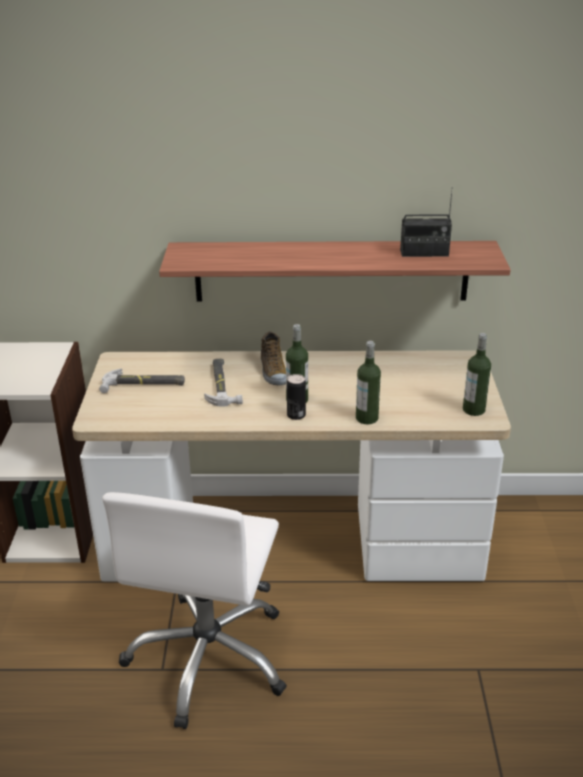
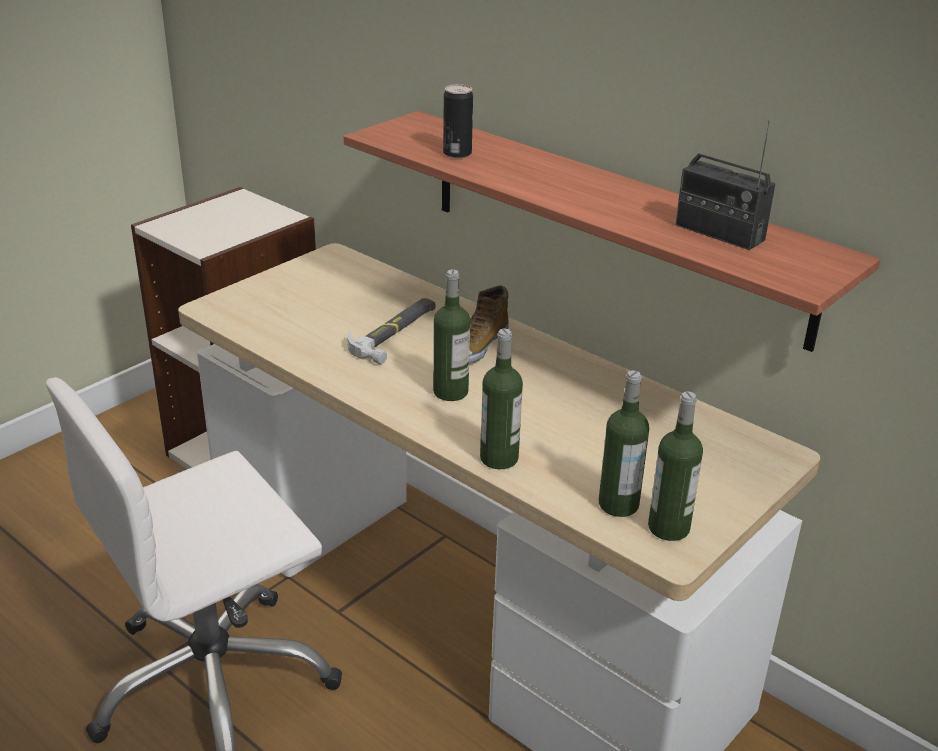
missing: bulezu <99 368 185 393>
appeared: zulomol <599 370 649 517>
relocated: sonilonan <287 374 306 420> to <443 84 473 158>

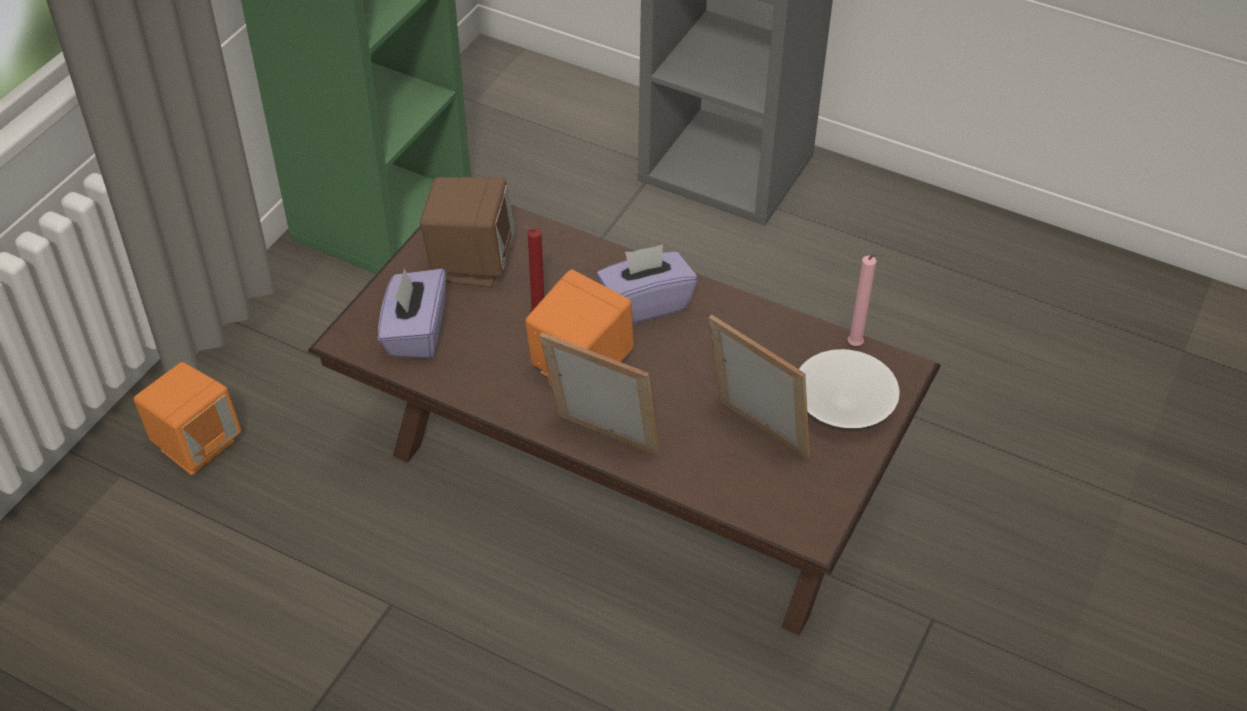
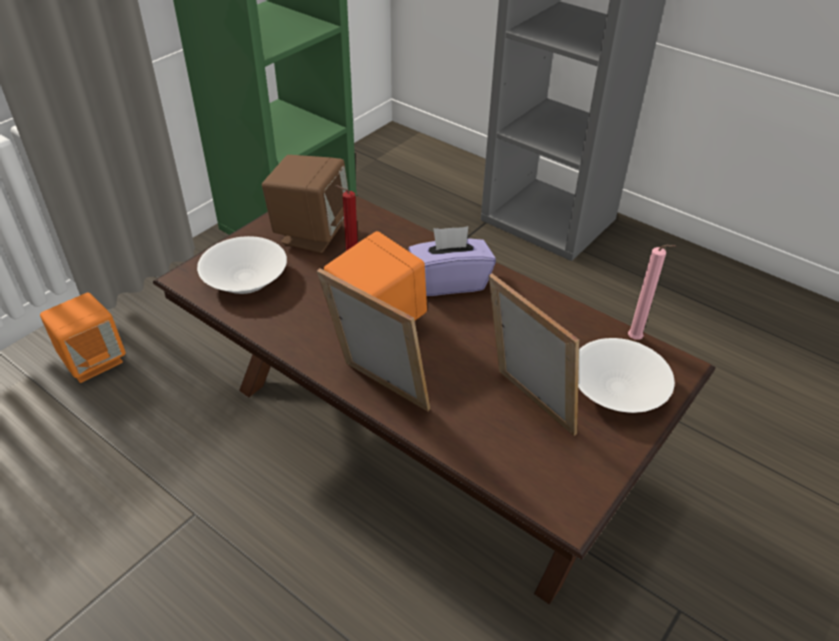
exchanged: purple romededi <378 269 446 359> to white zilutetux <197 236 287 294>

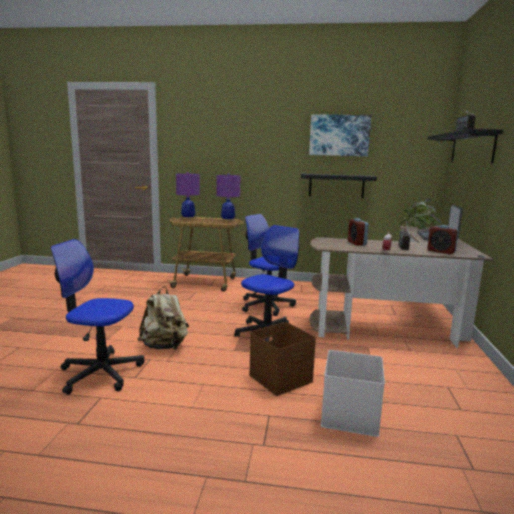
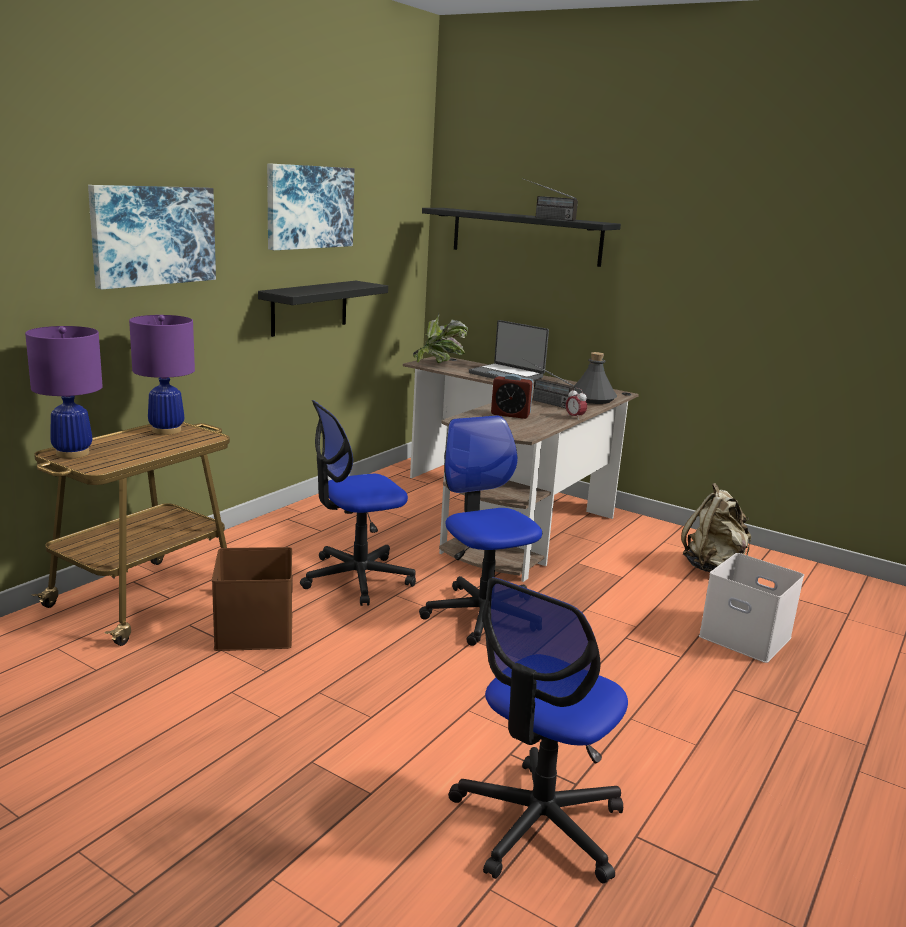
appeared: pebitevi <88 185 216 289>
relocated: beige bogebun <137 286 189 350> to <681 483 751 572>; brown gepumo <249 322 316 396> to <212 547 293 651>
exchanged: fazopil <427 225 459 254> to grey zulomol <574 352 617 404>

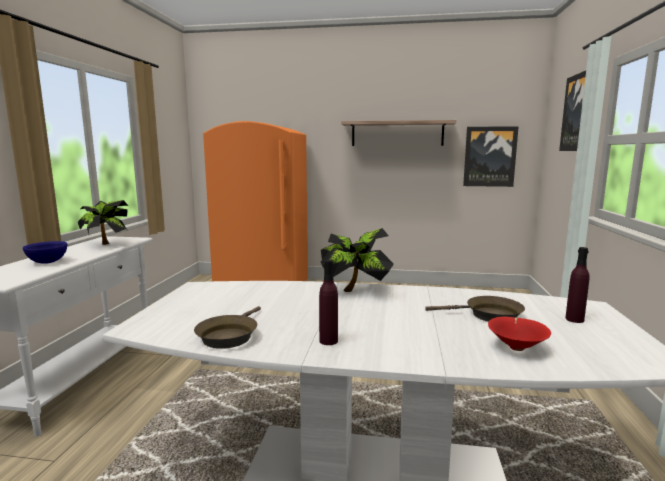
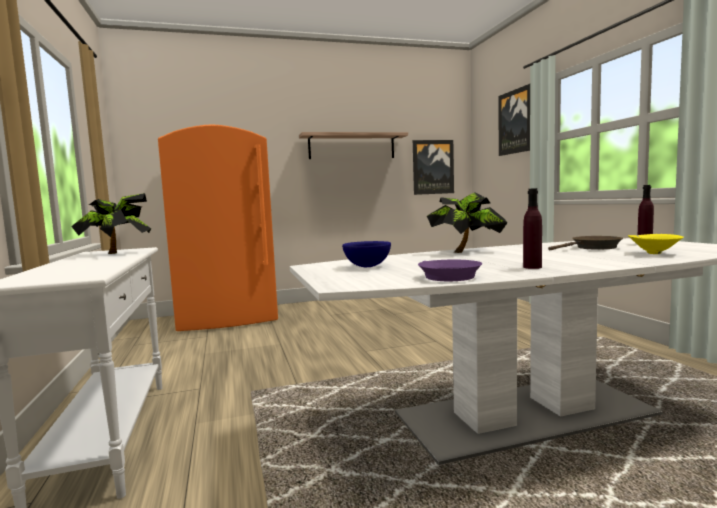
relocated: blue zilutetux <23 241 67 264> to <342 241 391 267>
colour: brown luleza <194 306 261 349> to purple luleza <418 260 482 281>; red zilutetux <488 317 551 351> to yellow zilutetux <628 234 684 254>

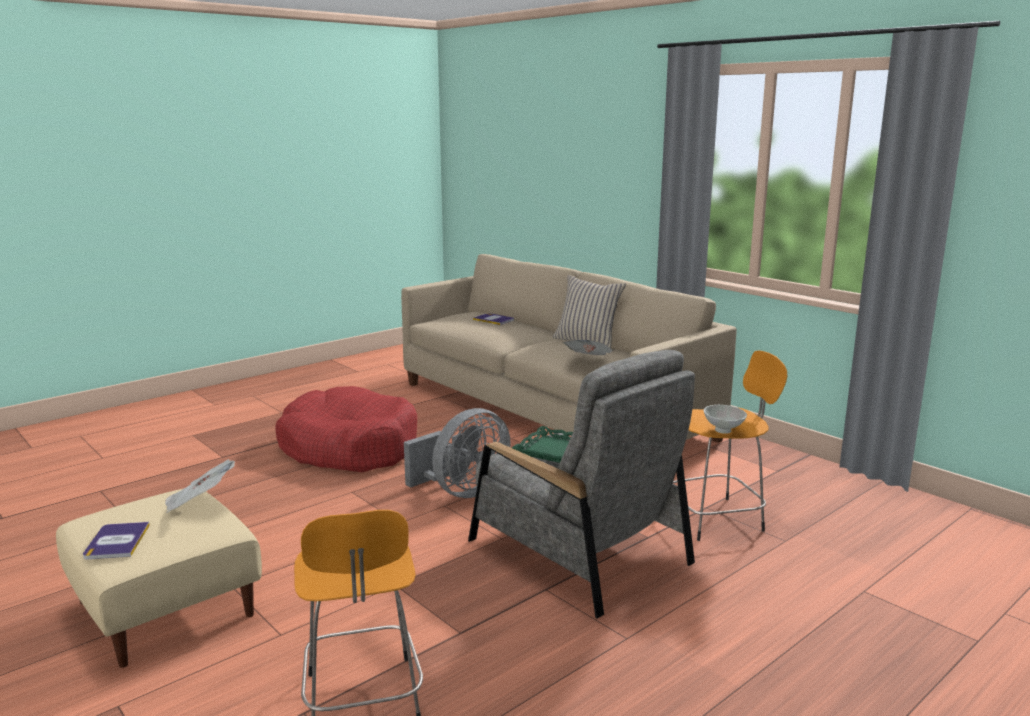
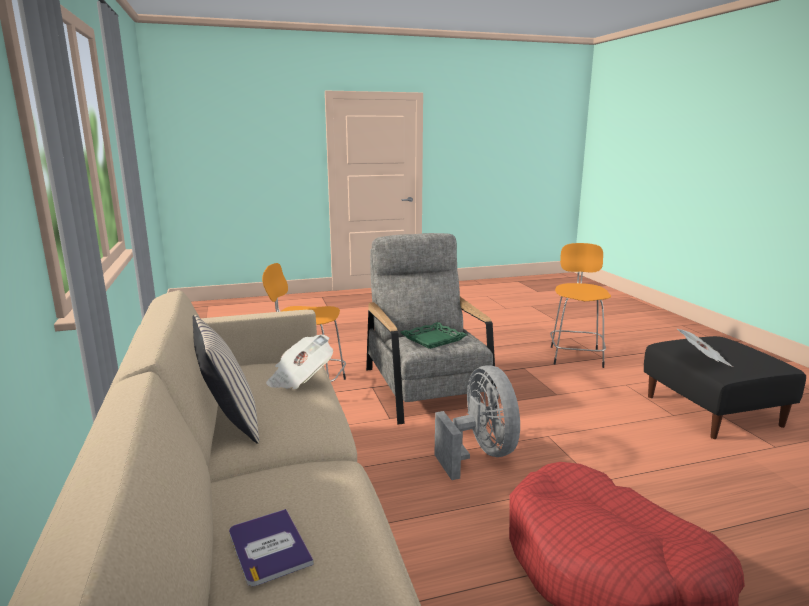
missing: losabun <83 522 150 559>; white zilutetux <704 405 747 434>
colour: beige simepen <56 488 262 668> to black simepen <644 336 806 439>
spun: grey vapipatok <404 408 511 498> = <435 365 520 480> 90 degrees clockwise

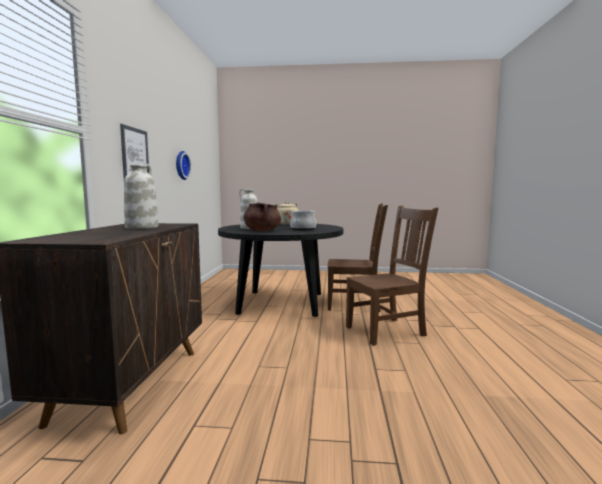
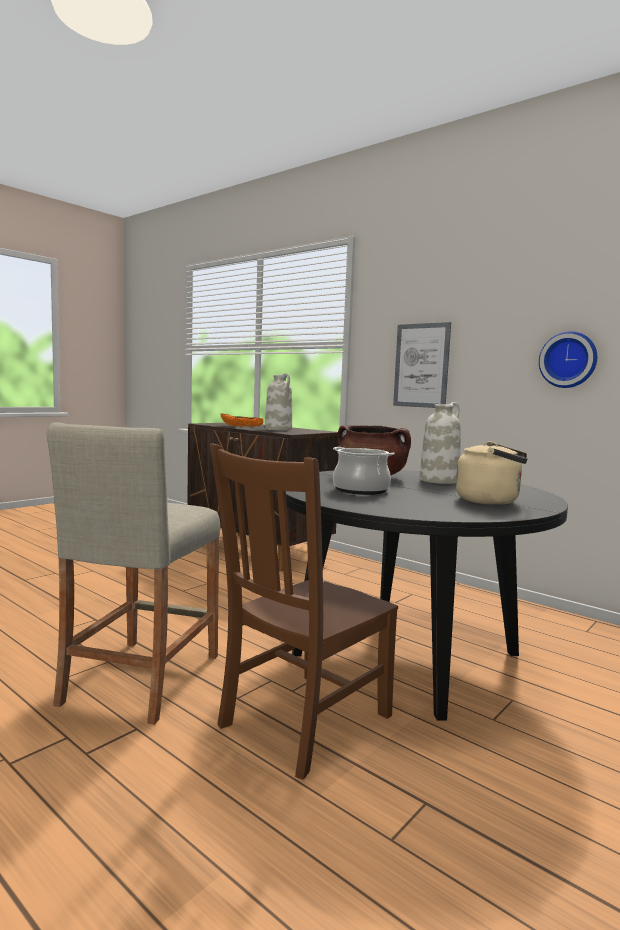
appeared: orange zilutetux <221 413 263 427>
exchanged: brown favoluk <346 206 438 346> to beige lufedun <47 422 220 725>

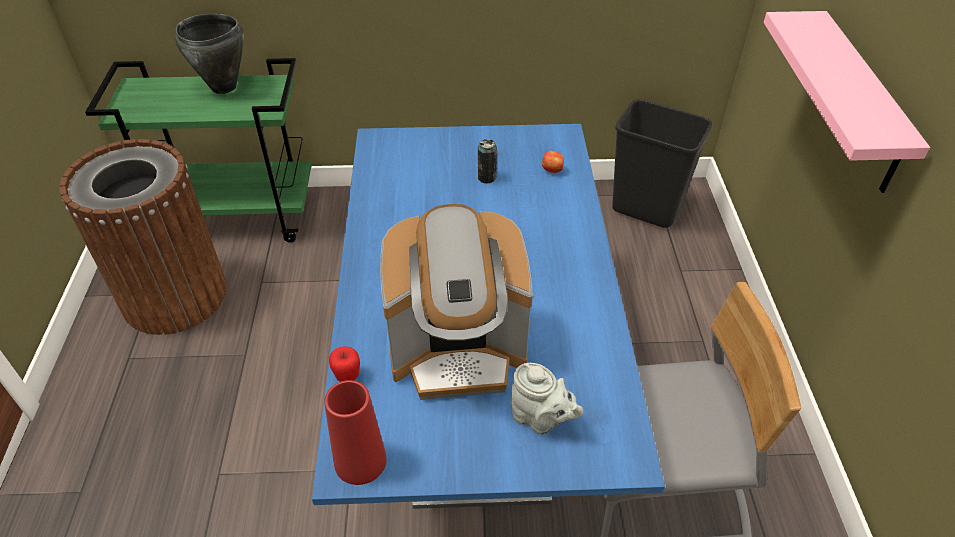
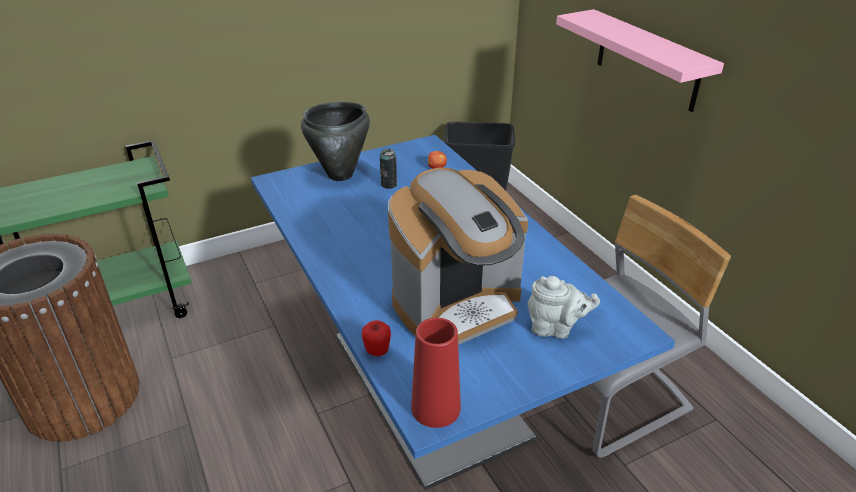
relocated: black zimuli <175 14 244 94> to <301 102 370 181>

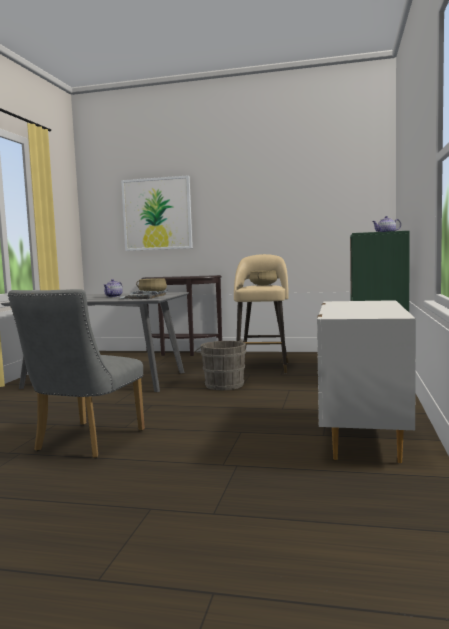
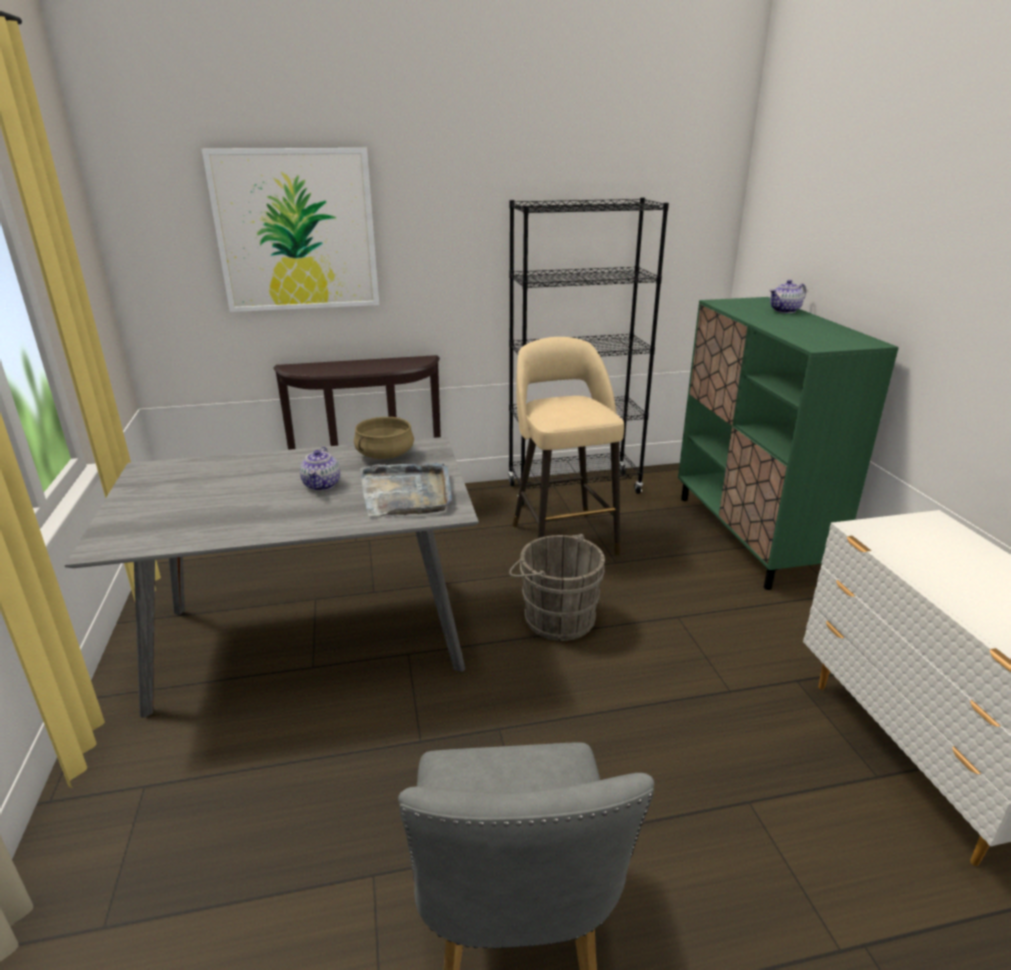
missing: beige zimuli <249 270 277 285>
appeared: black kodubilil <508 197 669 506>

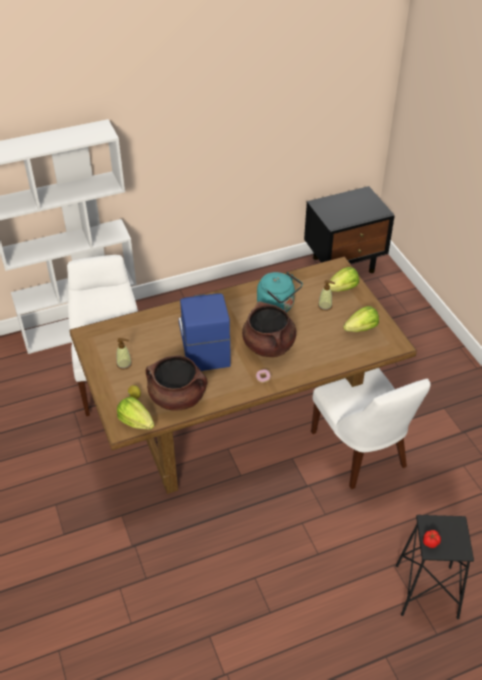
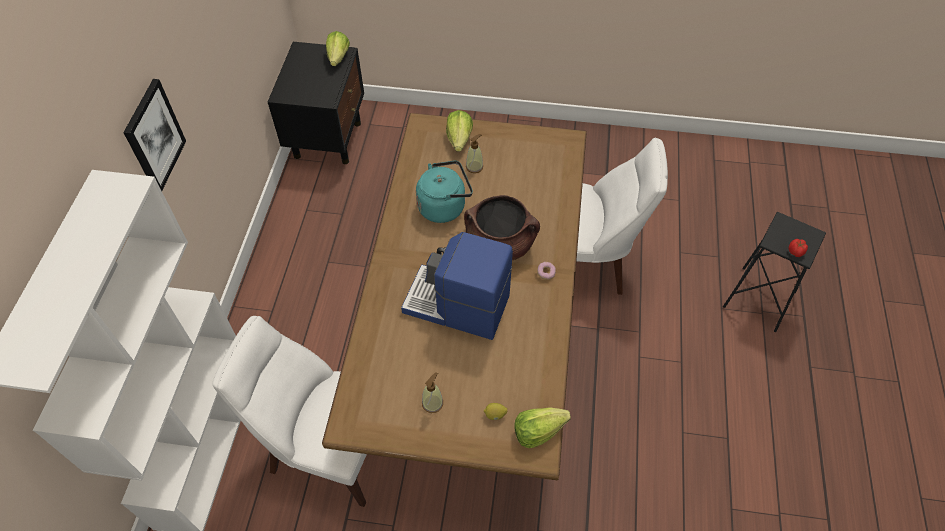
missing: brown zimuli <146 355 208 411>
appeared: pebitevi <123 79 186 191>
relocated: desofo <343 306 379 332> to <326 31 350 66>

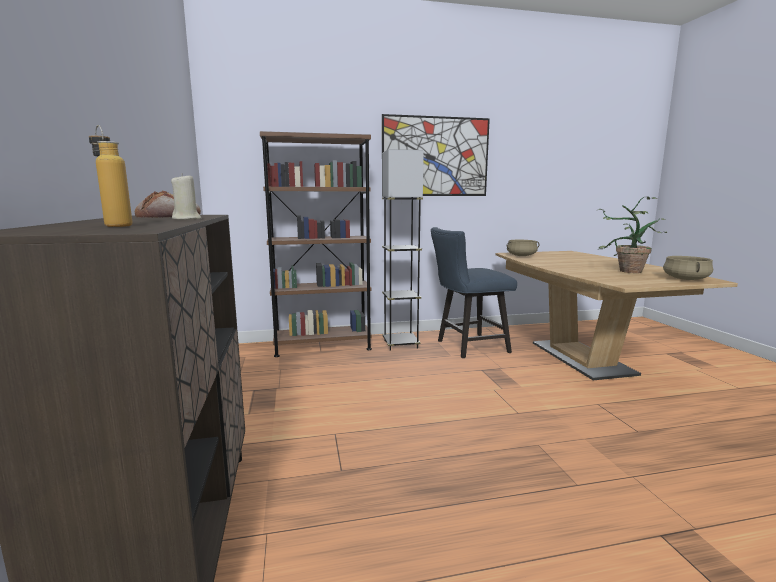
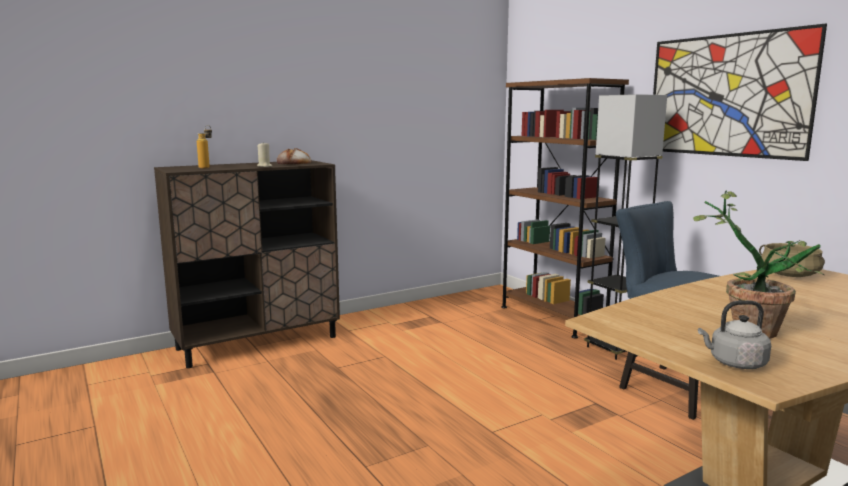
exchanged: beige zimuli <663 256 713 280> to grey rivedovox <698 300 771 369>

